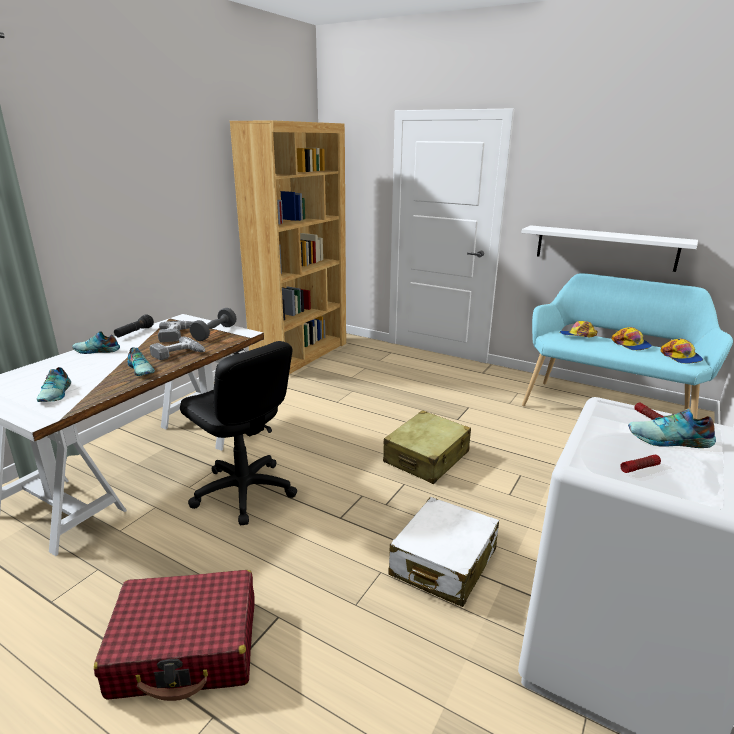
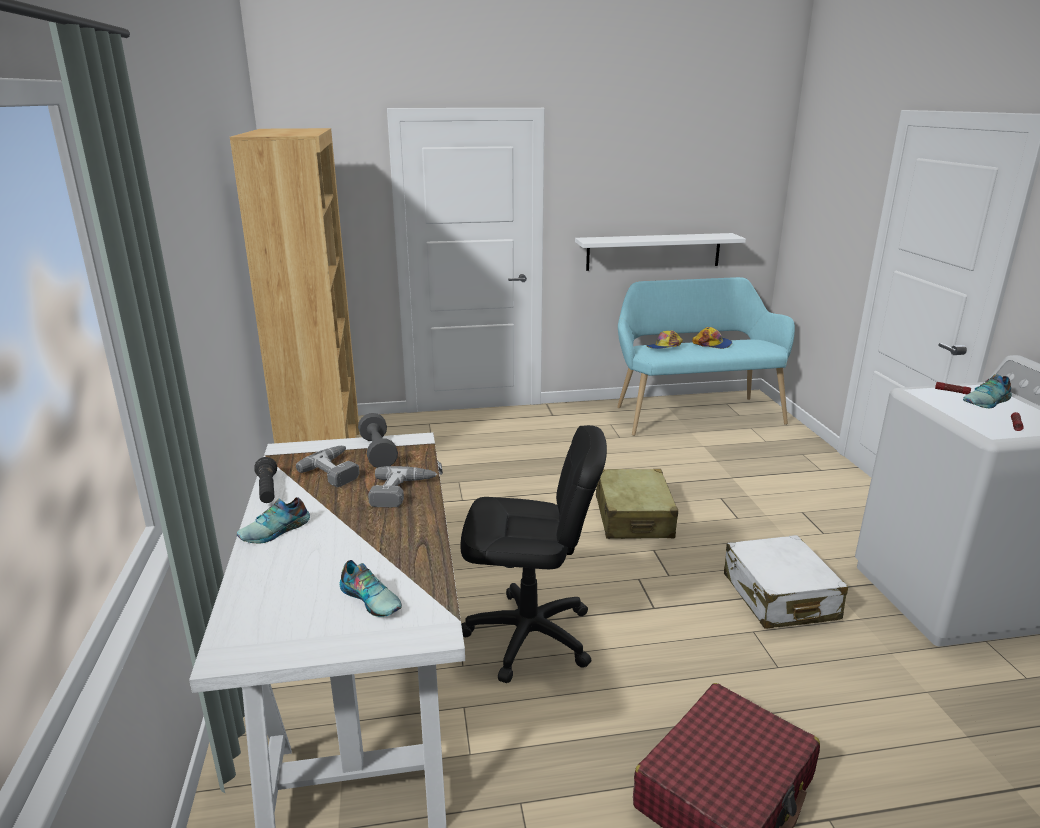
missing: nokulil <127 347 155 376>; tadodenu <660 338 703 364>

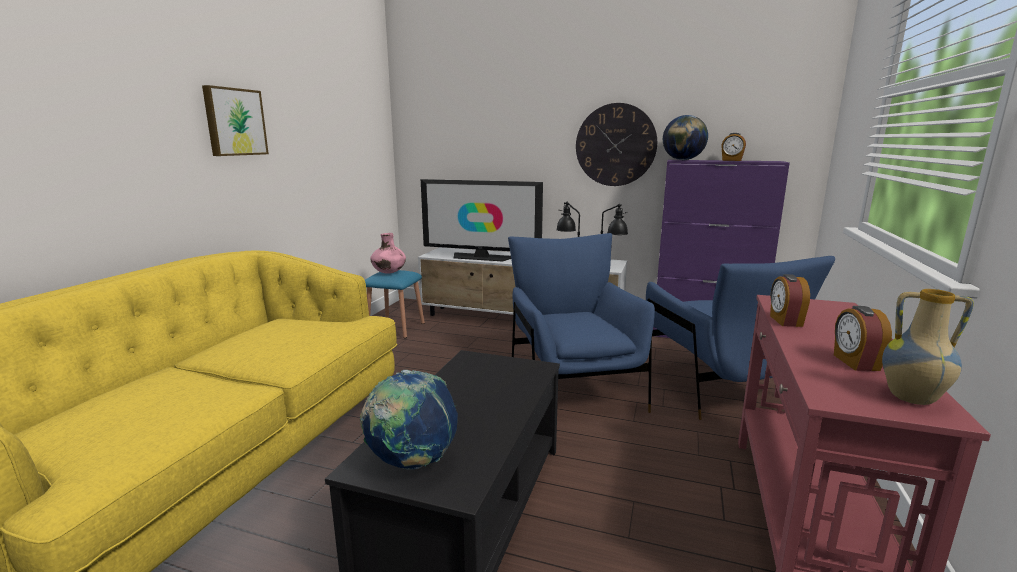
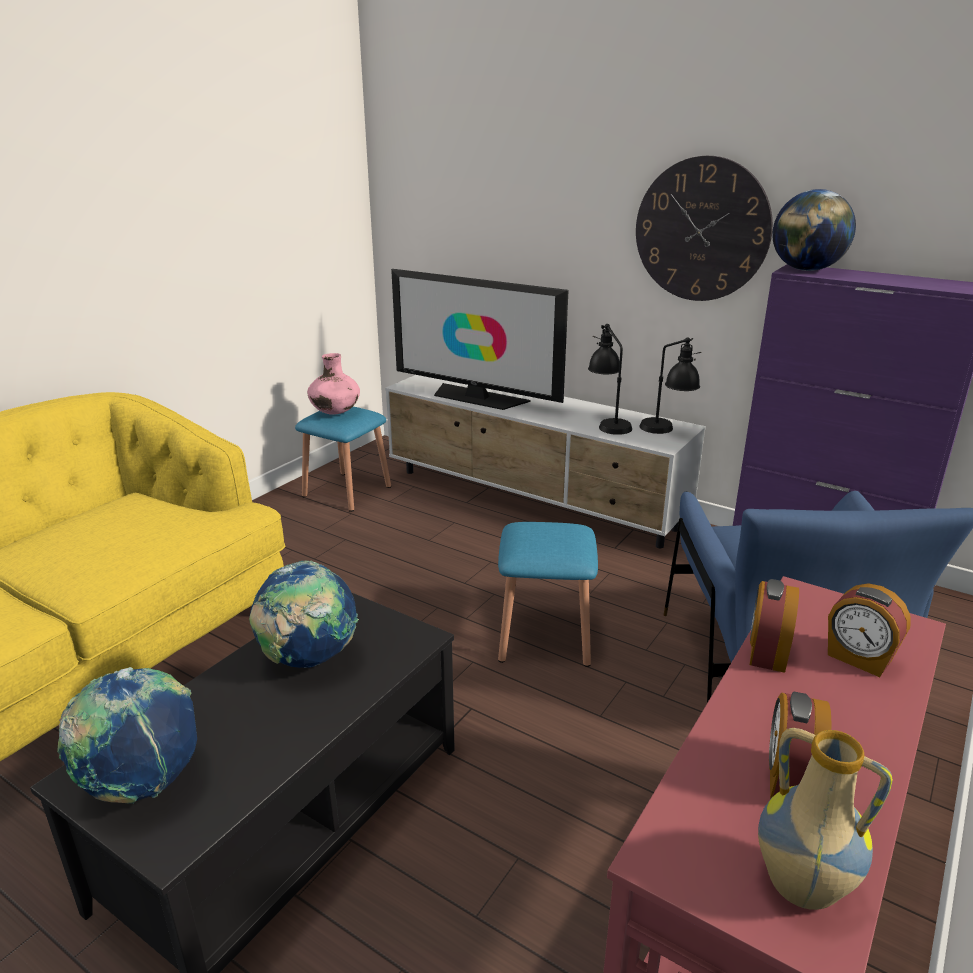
missing: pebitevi <202 85 269 156>
appeared: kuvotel <249 561 359 668>
relocated: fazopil <721 133 746 161> to <828 583 911 677>
exchanged: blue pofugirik <508 233 655 413> to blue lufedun <498 522 598 667>

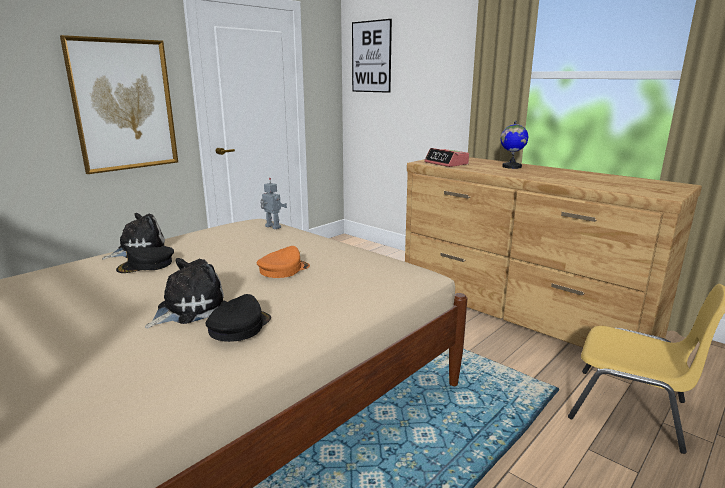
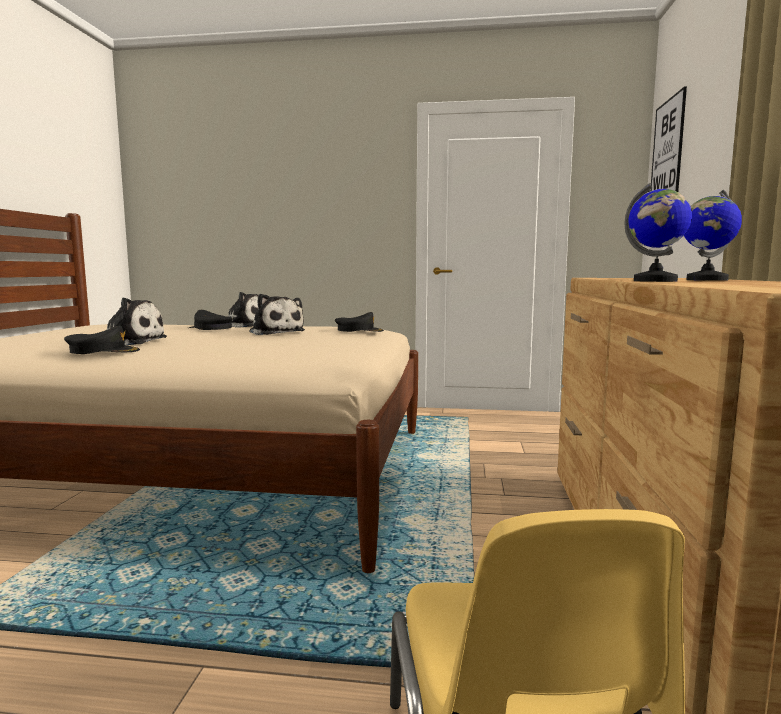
missing: pebitevi <60 35 178 174>; orange tadodenu <256 246 310 278>; fazopil <424 148 469 167>
appeared: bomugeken <249 294 305 335>; kuvotel <625 183 692 282>
exchanged: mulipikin <260 178 287 229> to black tadodenu <335 312 384 332>

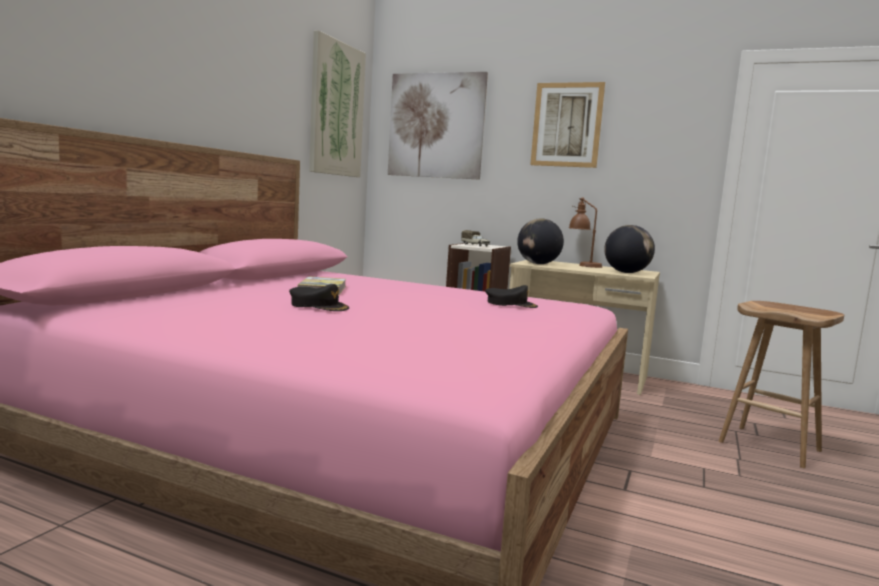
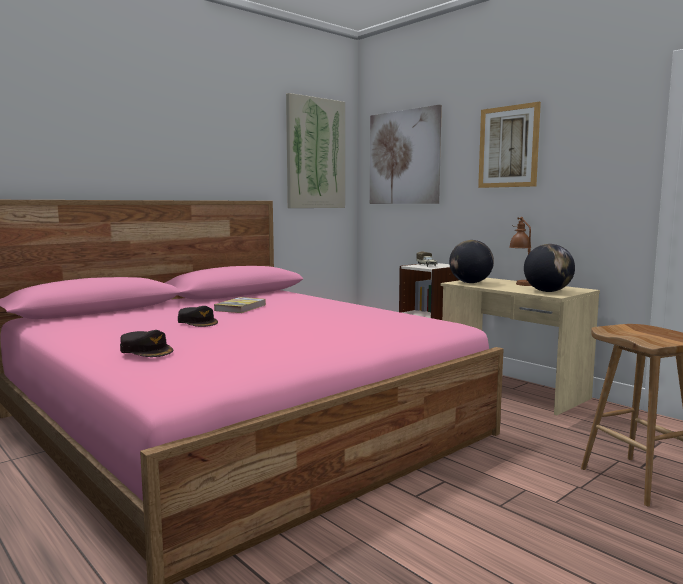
relocated: black tadodenu <485 285 538 308> to <120 330 174 357>

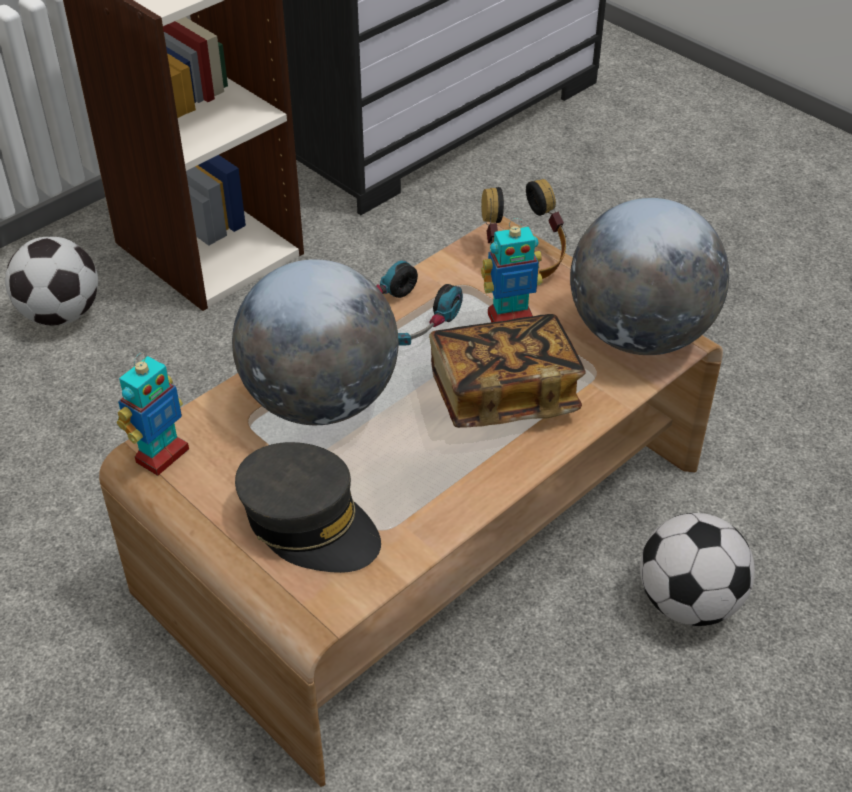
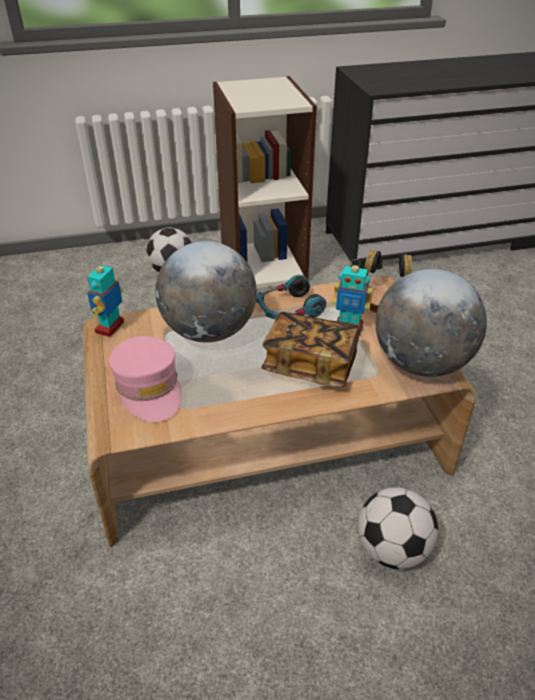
colour: grey tadodenu <235 442 381 573> to pink tadodenu <109 336 182 422>
spun: mulipikin <117 353 189 476> = <88 259 124 337> 135 degrees clockwise

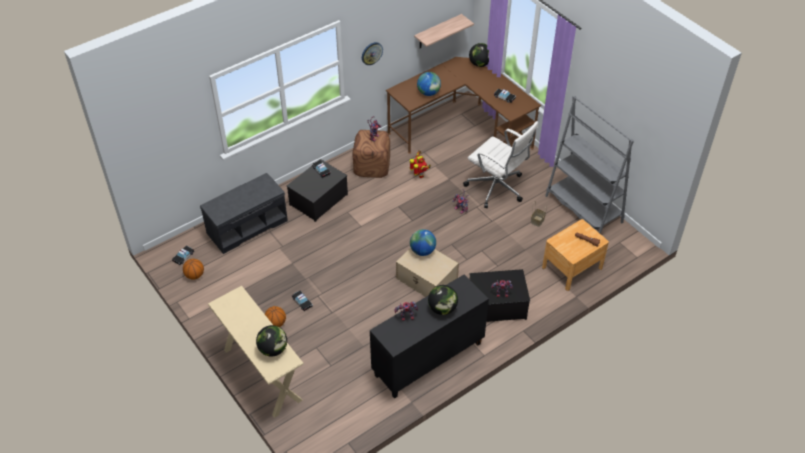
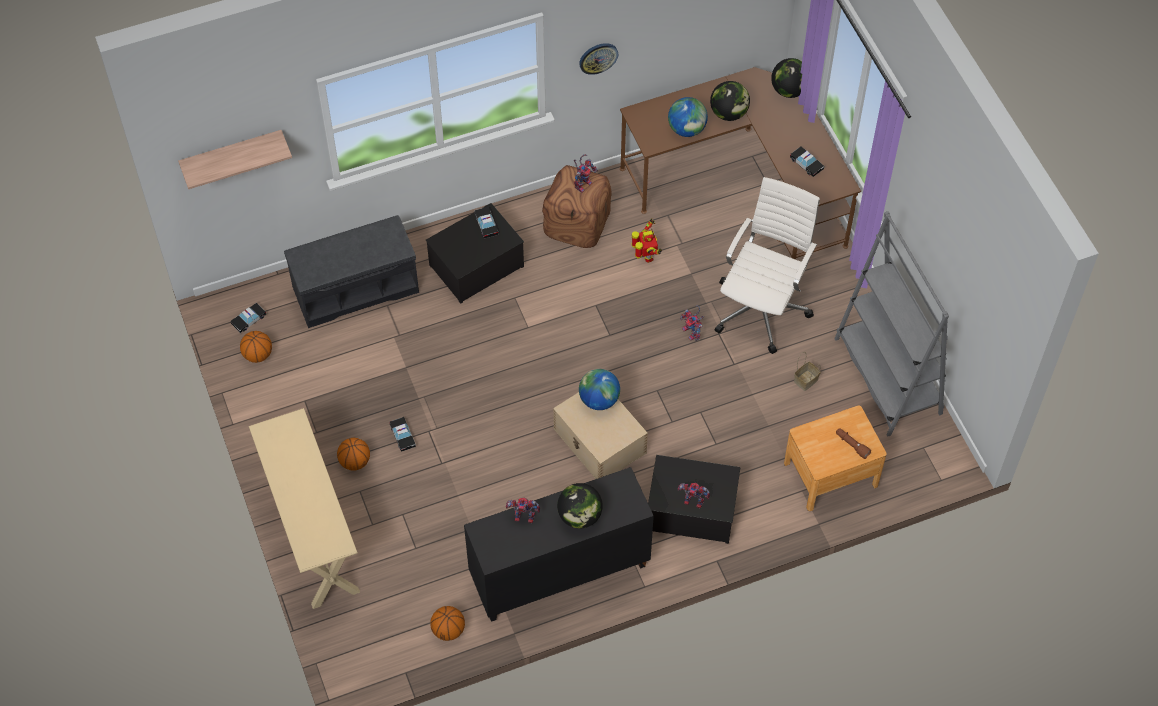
appeared: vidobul <430 606 465 641>
relocated: kuvotel <256 325 287 356> to <710 81 750 121>; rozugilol <414 14 474 48> to <178 130 292 189>
spun: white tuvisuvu <463 121 538 208> = <715 177 820 354> 120 degrees counterclockwise

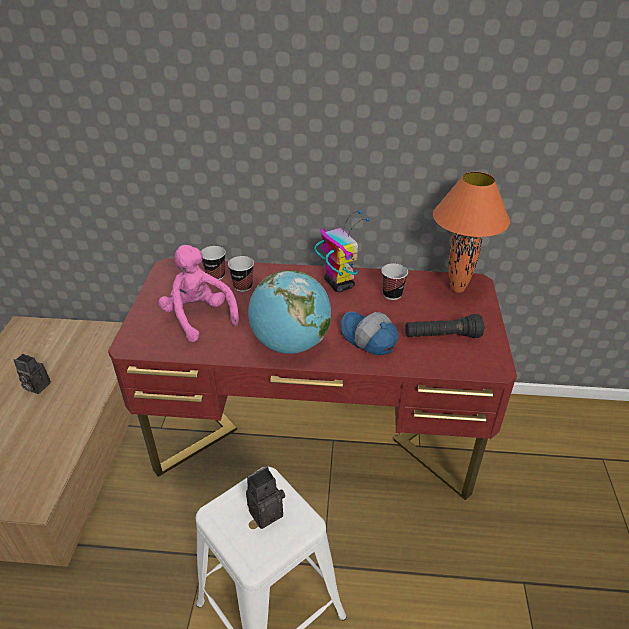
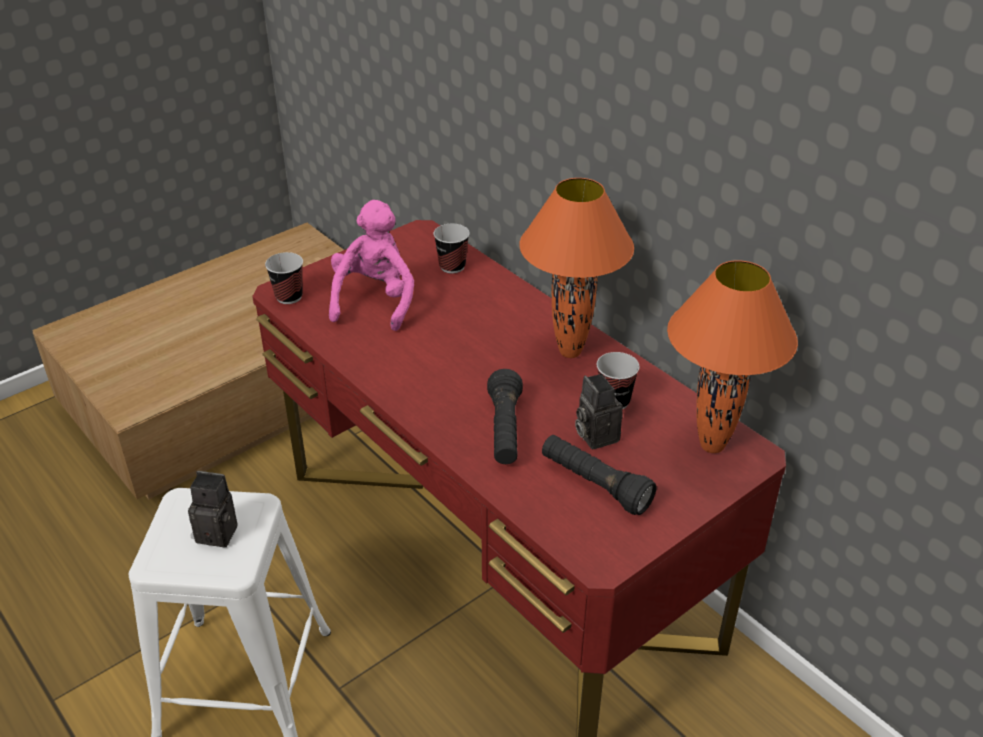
missing: kuvotel <248 270 331 354>
relocated: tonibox <14 354 51 394> to <575 374 623 449>; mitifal <228 256 254 292> to <265 252 303 304>
exchanged: mulipikin <314 210 370 292> to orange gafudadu <519 178 634 358>; tadodenu <341 311 398 355> to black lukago <487 369 523 464>

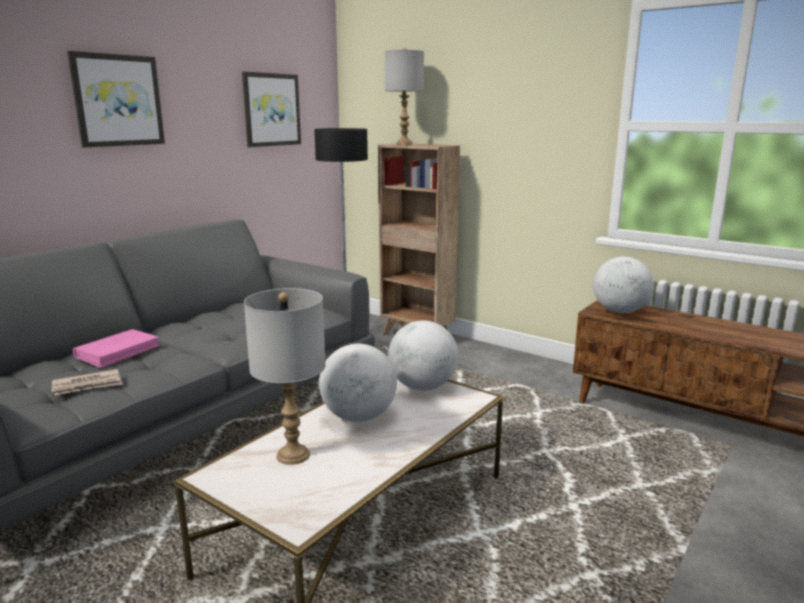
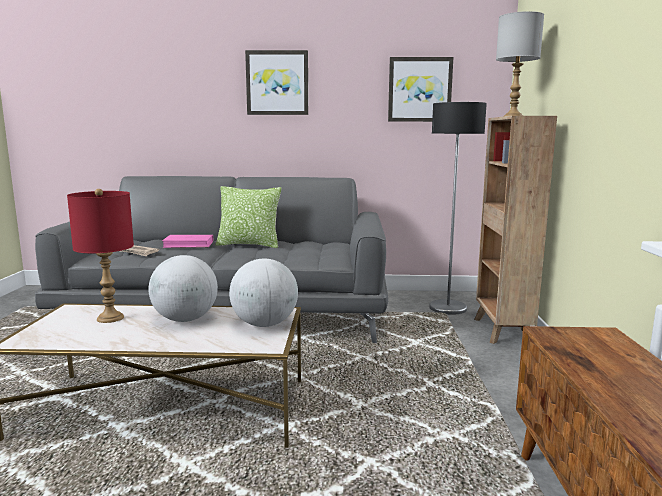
missing: kuvotel <593 257 654 313>
appeared: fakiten <216 186 281 248>
colour: grey gafudadu <244 288 326 465> to red gafudadu <67 189 134 323>

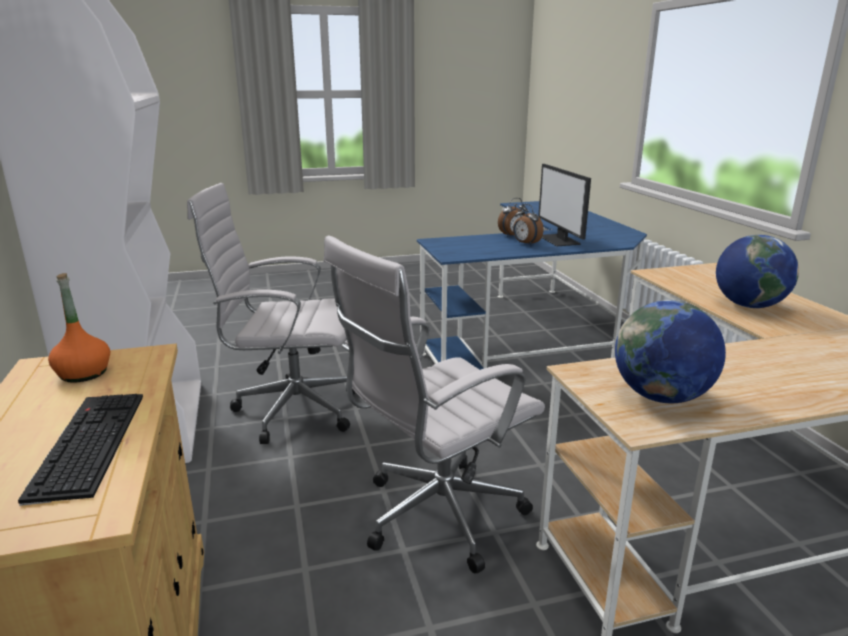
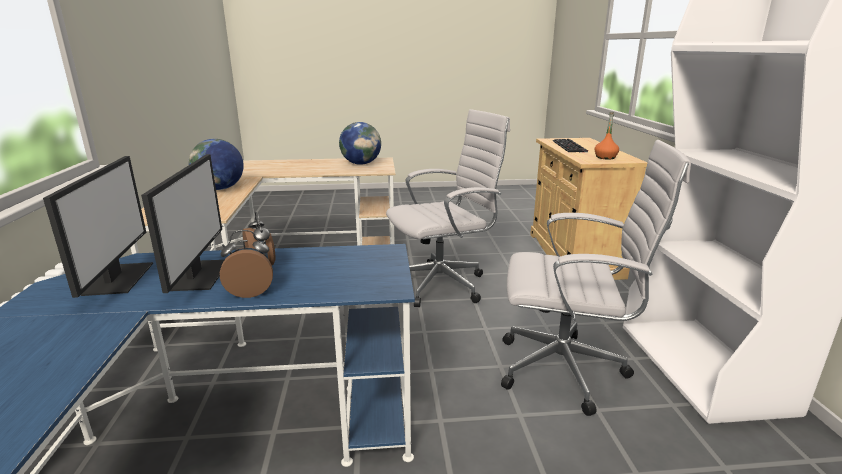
appeared: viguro <43 156 153 298>

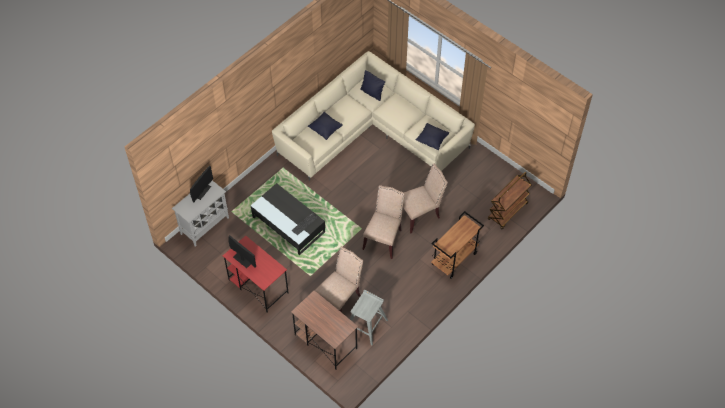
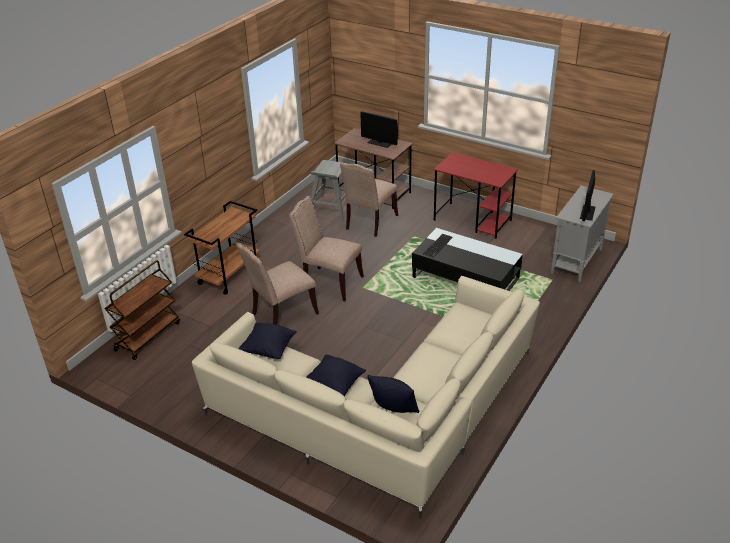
relocated: viguro <229 235 256 268> to <360 111 398 148>; black fakiten <308 112 343 140> to <306 354 366 396>
spun: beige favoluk <362 185 405 259> = <289 196 364 302> 105 degrees clockwise

